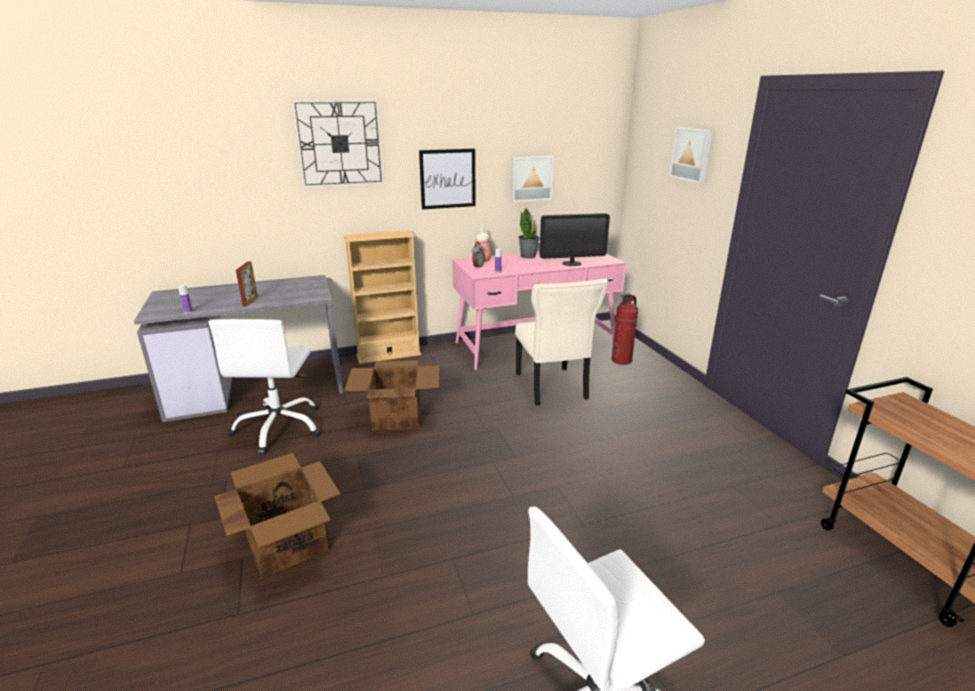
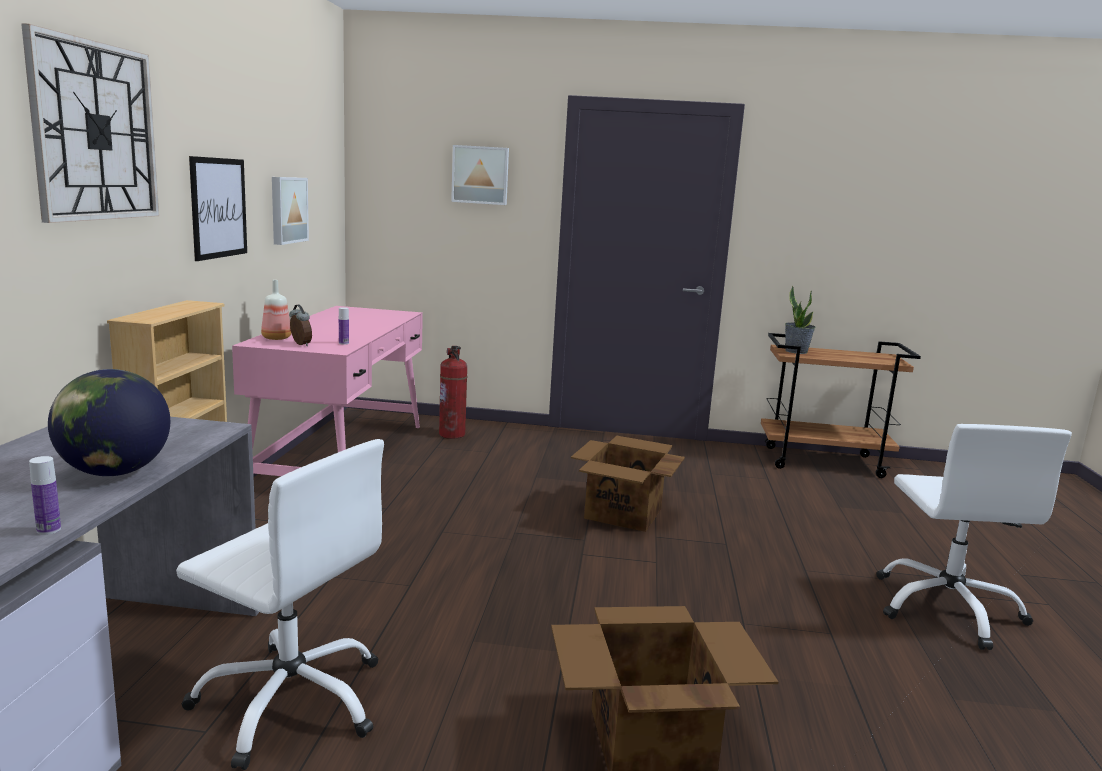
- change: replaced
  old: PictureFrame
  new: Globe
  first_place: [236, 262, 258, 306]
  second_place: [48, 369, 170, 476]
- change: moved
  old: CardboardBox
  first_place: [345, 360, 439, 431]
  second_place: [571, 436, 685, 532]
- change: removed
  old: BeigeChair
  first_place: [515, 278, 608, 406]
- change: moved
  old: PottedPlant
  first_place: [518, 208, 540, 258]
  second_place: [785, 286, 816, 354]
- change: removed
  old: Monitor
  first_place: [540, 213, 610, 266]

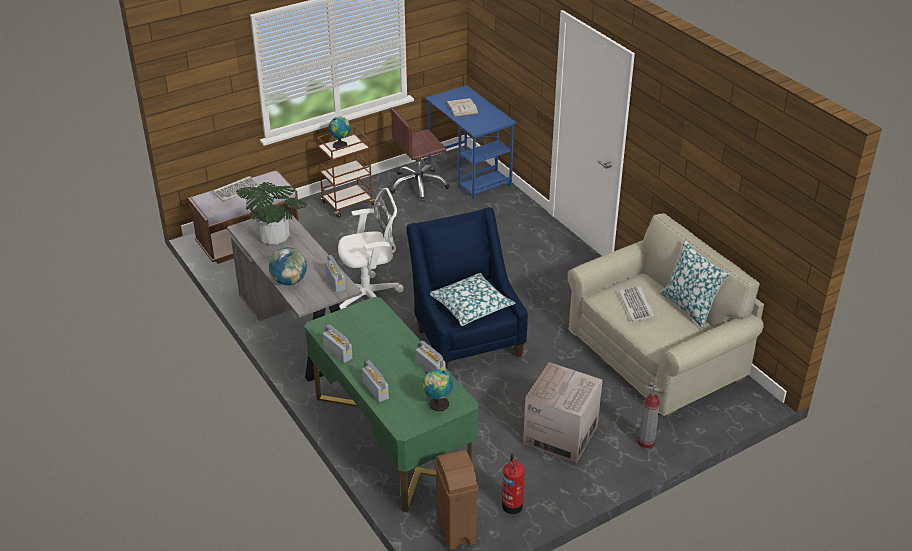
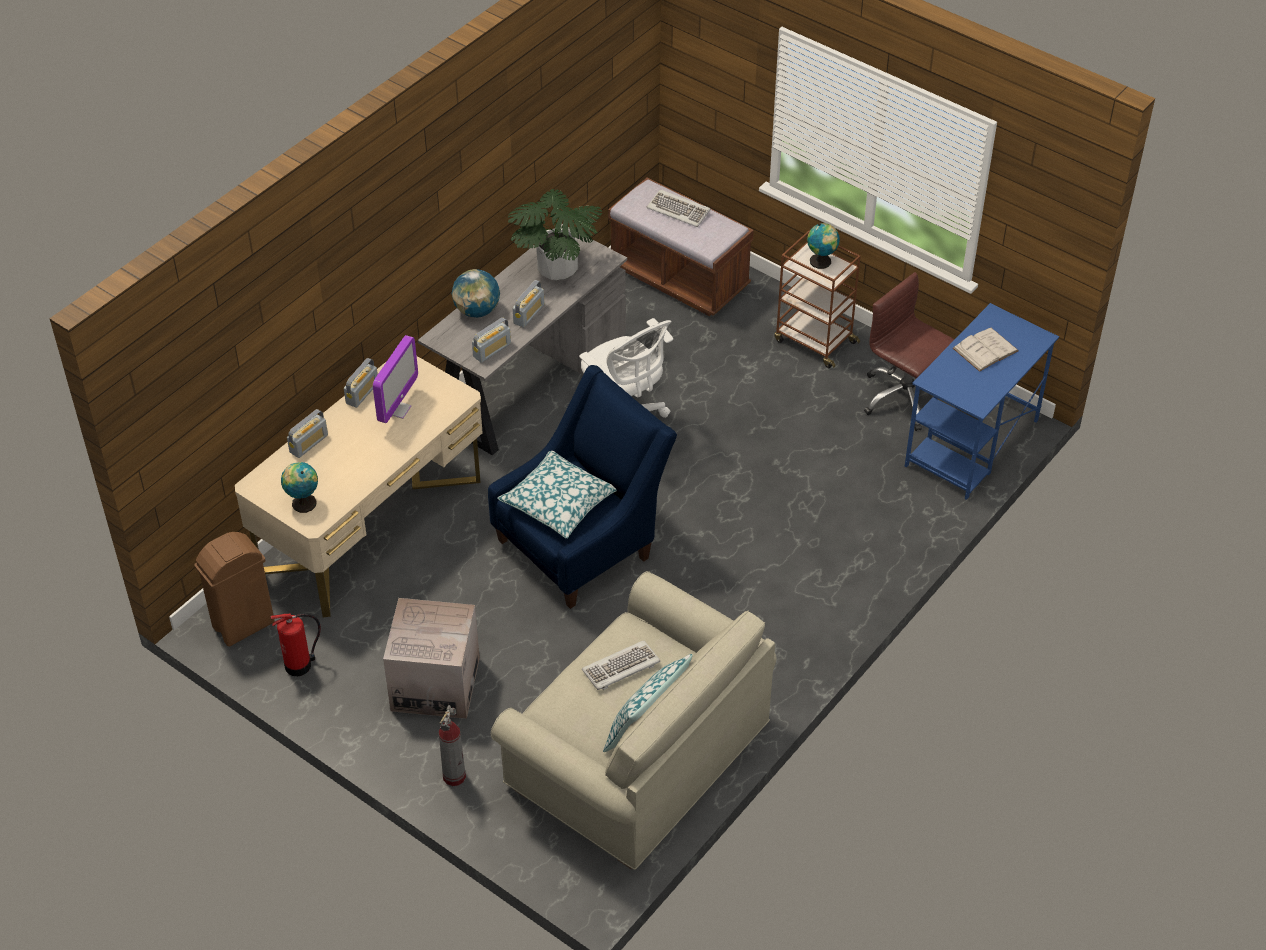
- change: recoloured
  old: GreenDesk
  new: BeigeDesk
  first_place: [305, 297, 479, 512]
  second_place: [235, 356, 483, 617]
- change: moved
  old: Radio
  first_place: [416, 341, 446, 373]
  second_place: [513, 280, 544, 328]
- change: added
  new: Monitor
  second_place: [373, 335, 418, 423]

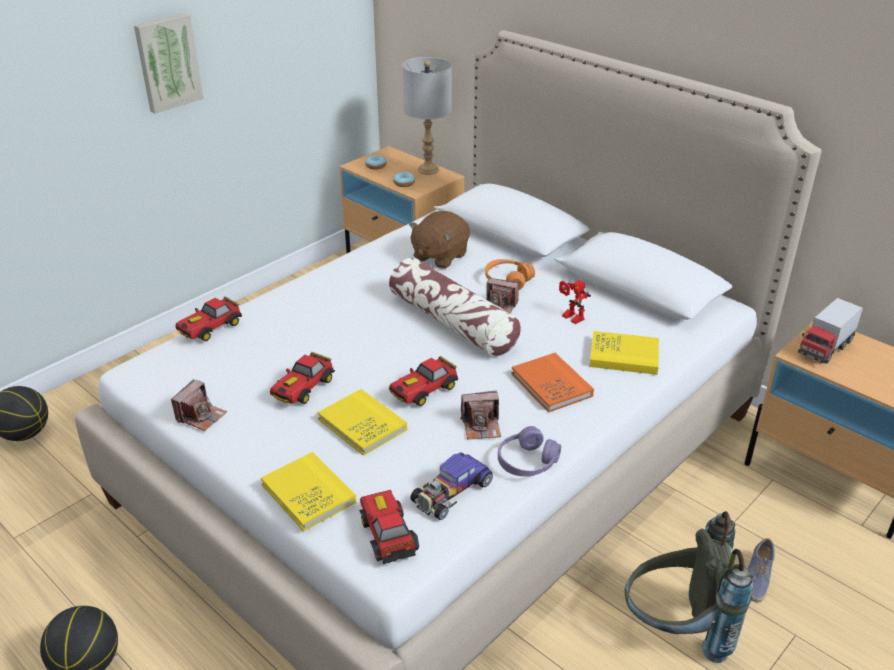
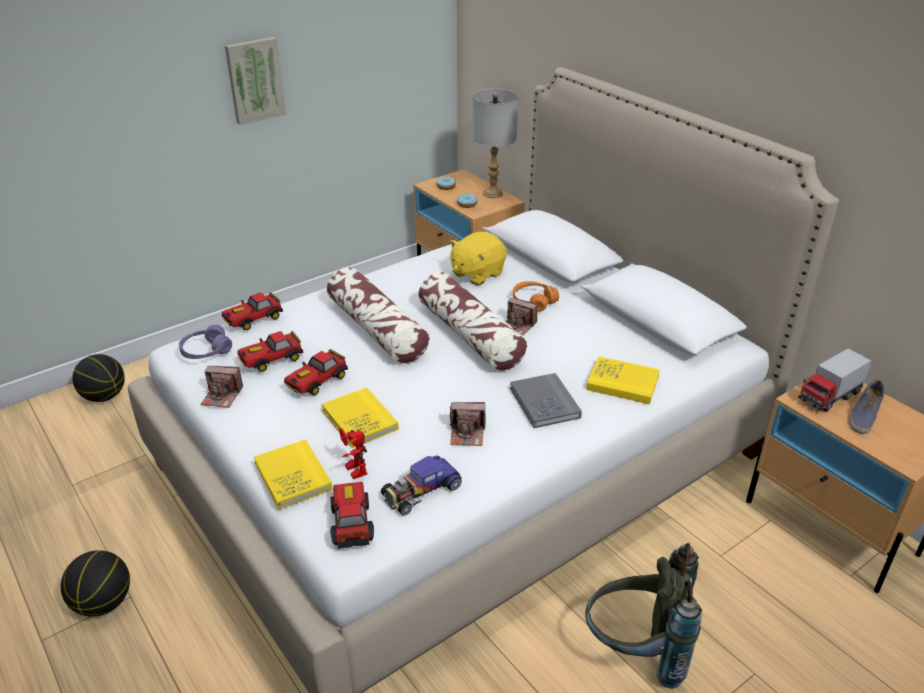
- change: turned
  old: PhotoCamera
  first_place: [171, 379, 227, 431]
  second_place: [201, 366, 243, 408]
  degrees: 60
- change: moved
  old: ToyCar
  first_place: [389, 356, 458, 406]
  second_place: [238, 331, 304, 372]
- change: recoloured
  old: BrownPlushToy
  new: YellowPlushToy
  first_place: [409, 211, 470, 269]
  second_place: [450, 232, 507, 285]
- change: moved
  old: PurpleHeadphones
  first_place: [498, 426, 561, 476]
  second_place: [179, 325, 232, 359]
- change: recoloured
  old: OrangeBook
  new: GreyBook
  first_place: [511, 353, 594, 413]
  second_place: [510, 373, 582, 428]
- change: moved
  old: ToyRobot
  first_place: [559, 280, 591, 324]
  second_place: [340, 428, 367, 479]
- change: moved
  old: Shoe
  first_place: [747, 538, 775, 602]
  second_place: [849, 380, 885, 434]
- change: added
  new: Pillow
  second_place: [327, 267, 430, 364]

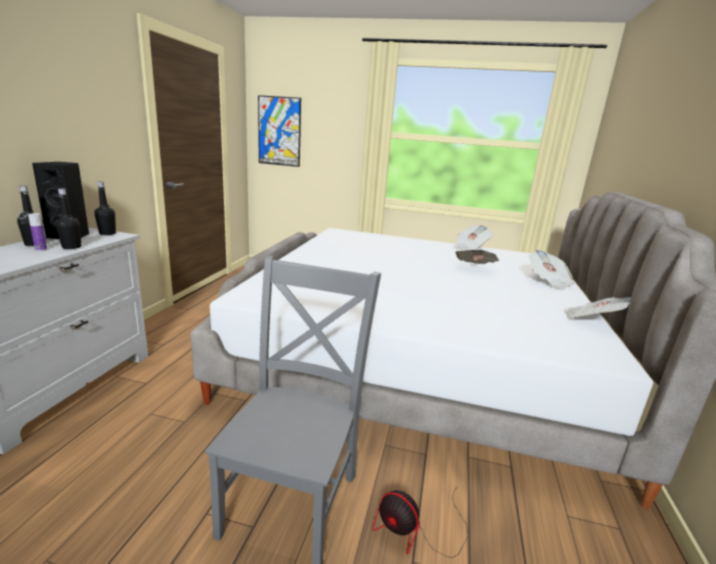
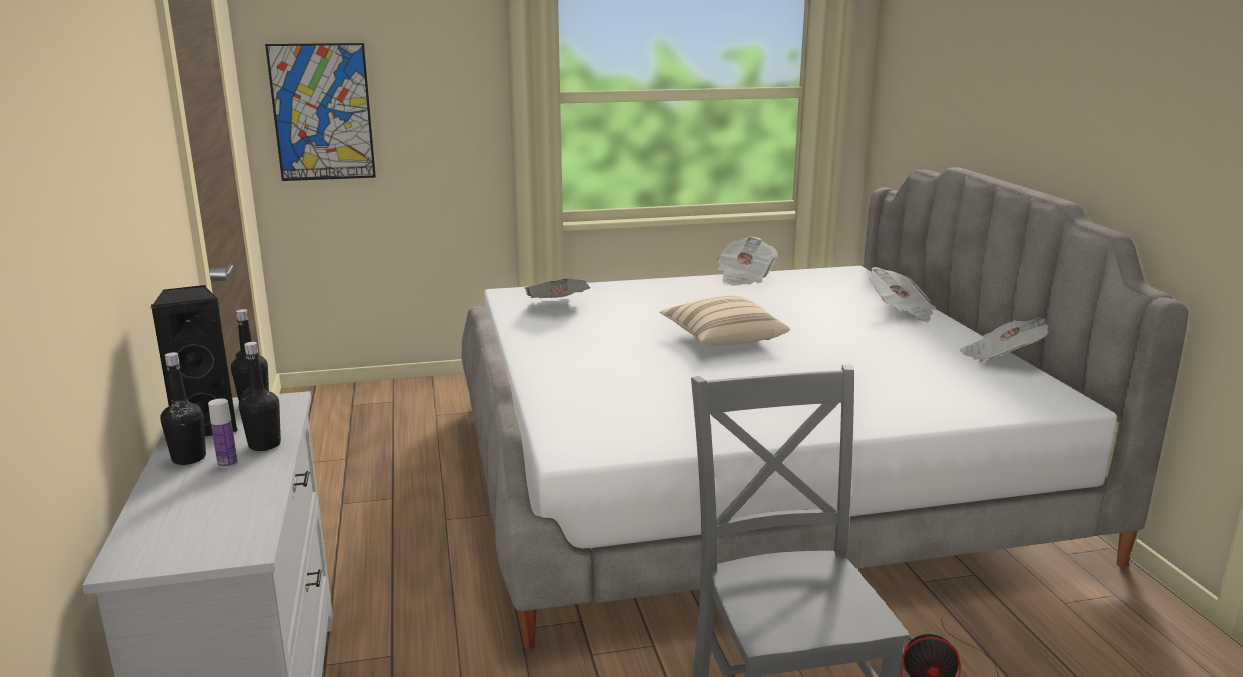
- change: moved
  old: Newspaper
  first_place: [455, 250, 499, 264]
  second_place: [525, 279, 590, 298]
- change: added
  new: BeigePillow
  second_place: [660, 296, 790, 346]

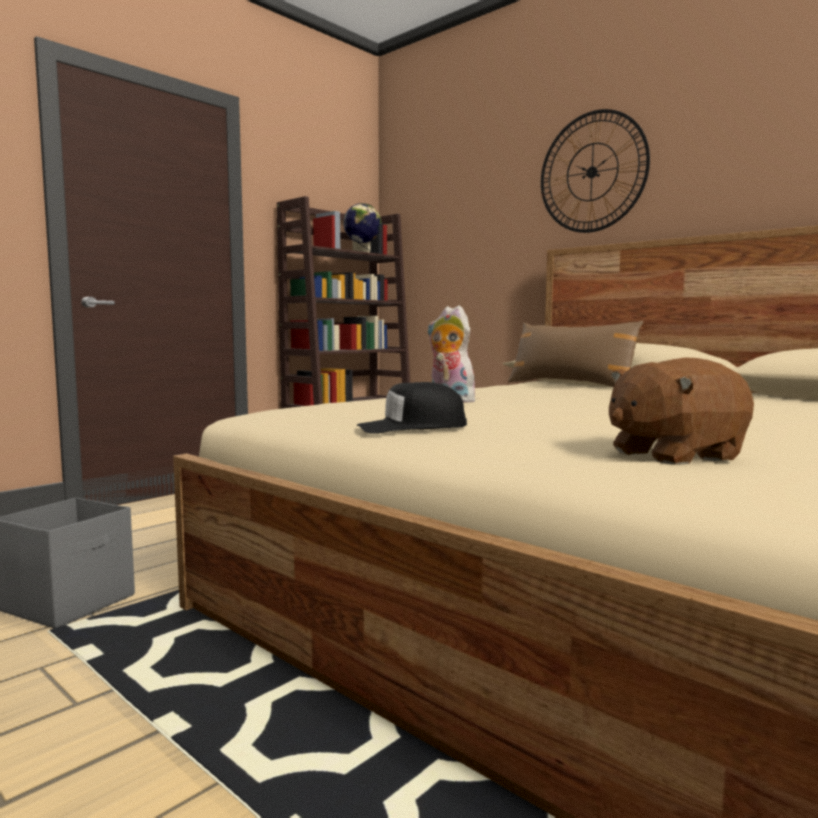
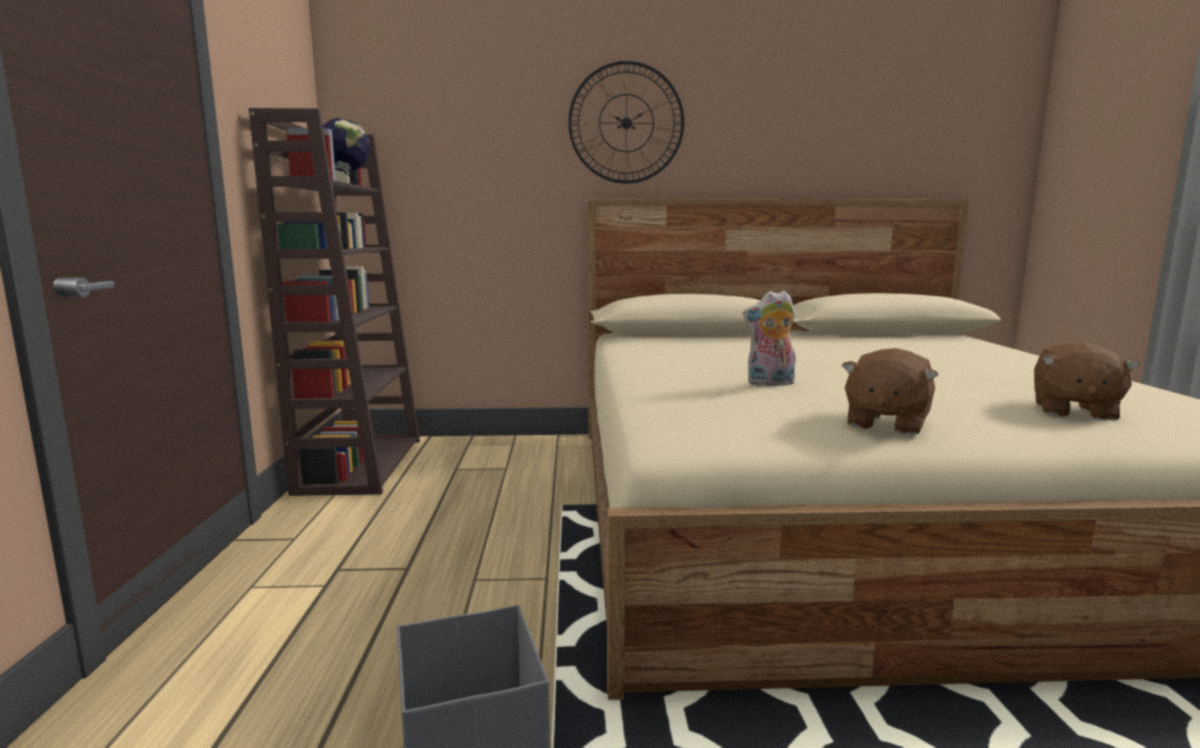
- change: replaced
  old: BlackCap
  new: BrownPlushToy
  first_place: [357, 382, 467, 434]
  second_place: [842, 348, 938, 435]
- change: removed
  old: BrownPillow
  first_place: [508, 321, 644, 387]

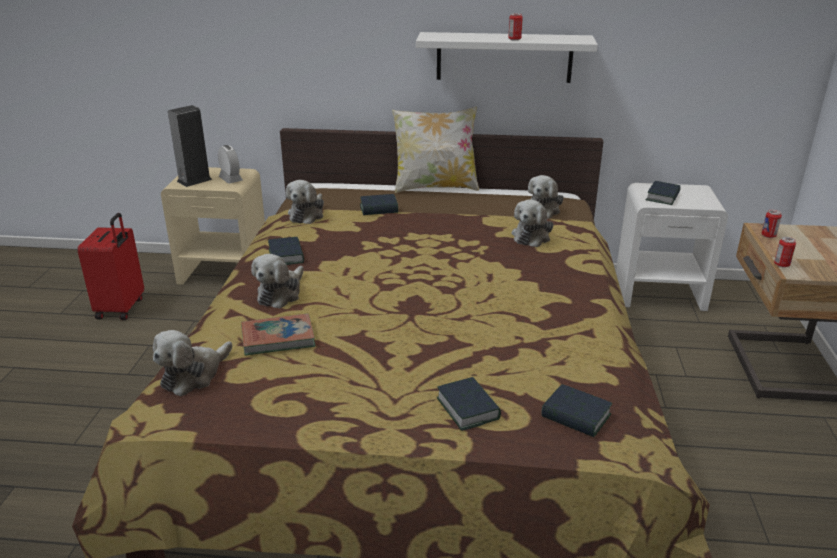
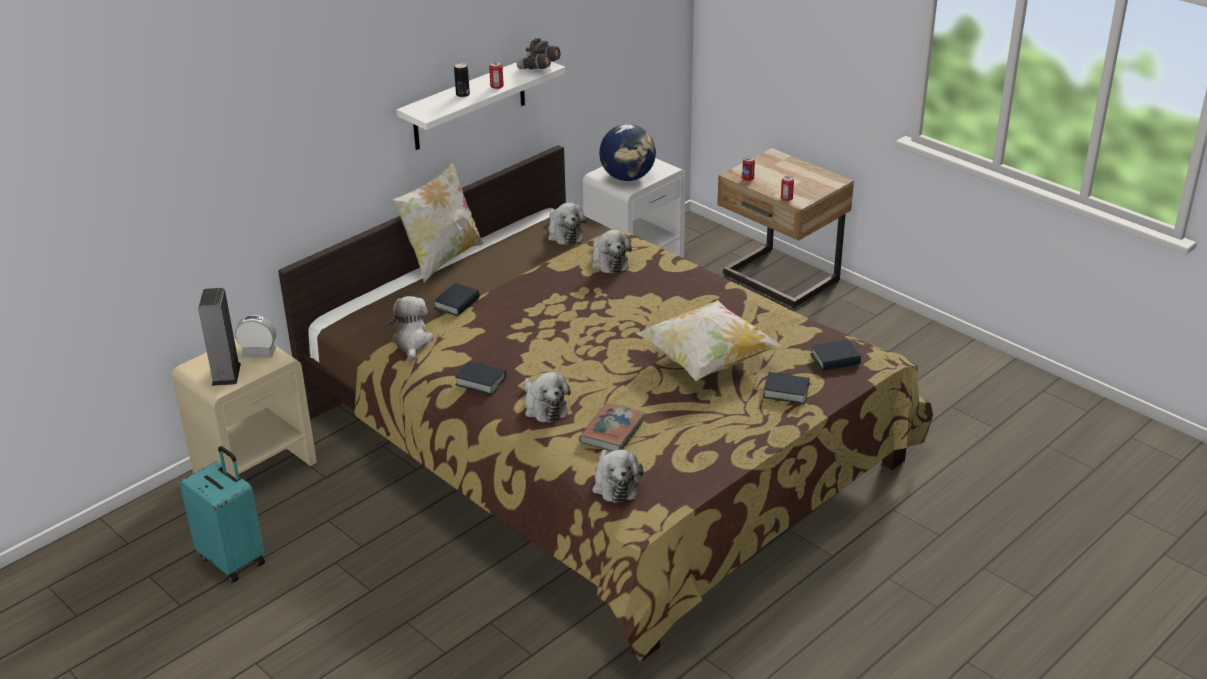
- change: recoloured
  old: RedSuitcase
  new: TurquoiseSuitcase
  first_place: [77, 213, 144, 320]
  second_place: [179, 446, 265, 583]
- change: turned
  old: PlushToy
  first_place: [286, 180, 324, 224]
  second_place: [388, 296, 434, 361]
  degrees: -150
- change: replaced
  old: Book
  new: Globe
  first_place: [646, 181, 681, 205]
  second_place: [599, 124, 656, 181]
- change: added
  new: Can
  second_place: [454, 63, 470, 97]
- change: added
  new: GreyBinoculars
  second_place: [517, 38, 561, 70]
- change: added
  new: Pillow
  second_place: [636, 300, 782, 381]

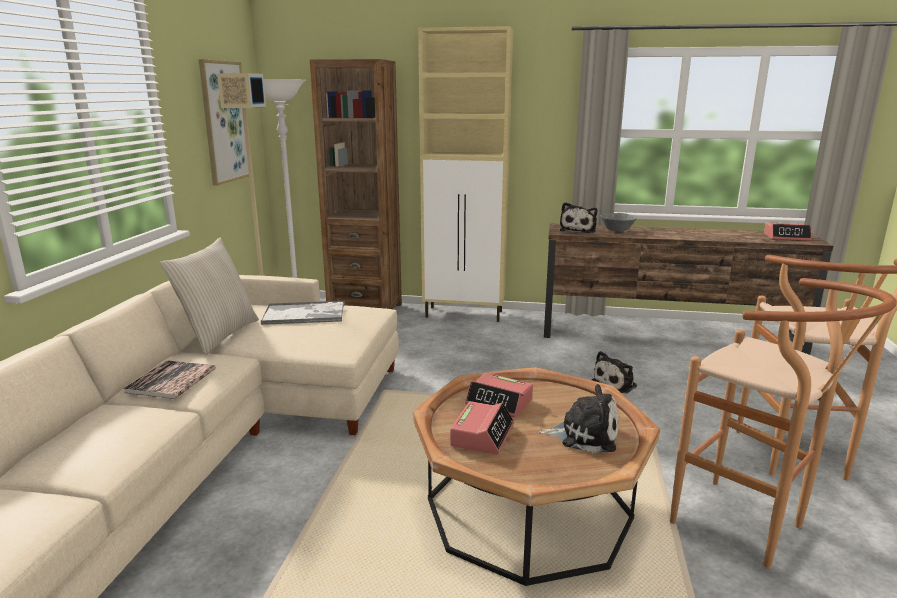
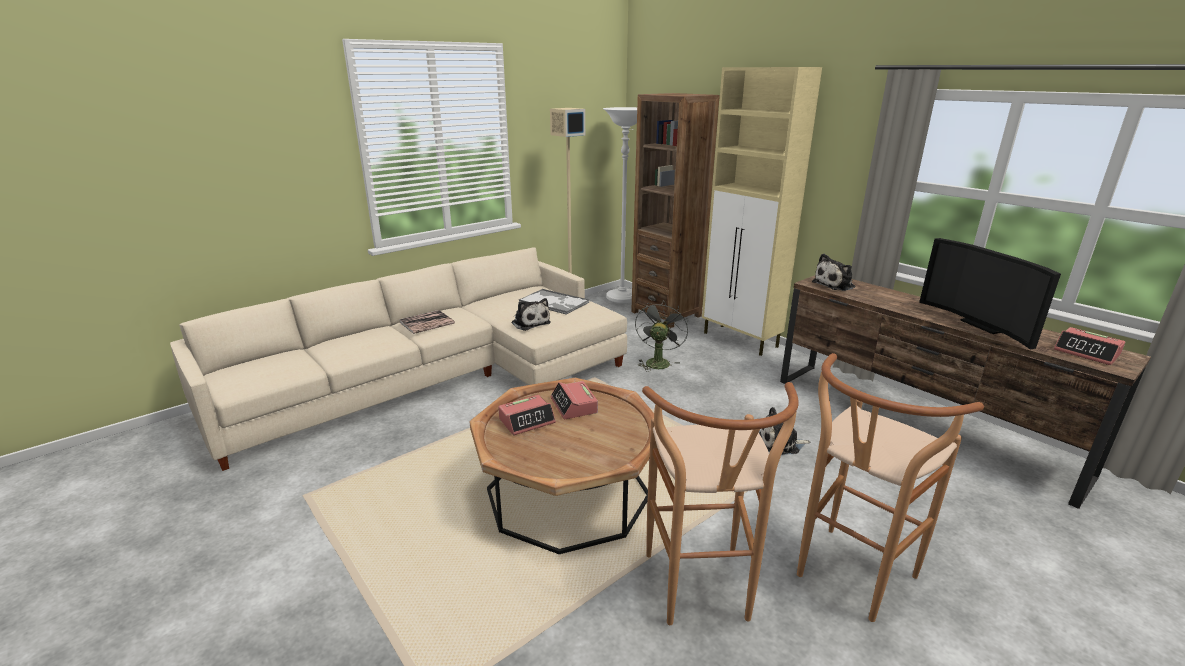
- change: removed
  old: BeigePillow
  first_place: [160, 238, 259, 355]
- change: removed
  old: Picture
  first_place: [199, 59, 249, 186]
- change: moved
  old: PlushToy
  first_place: [538, 384, 619, 453]
  second_place: [511, 298, 551, 331]
- change: removed
  old: GreyBowl
  first_place: [601, 213, 637, 231]
- change: added
  new: GreyFan
  second_place: [635, 303, 688, 372]
- change: added
  new: Television
  second_place: [919, 238, 1061, 350]

